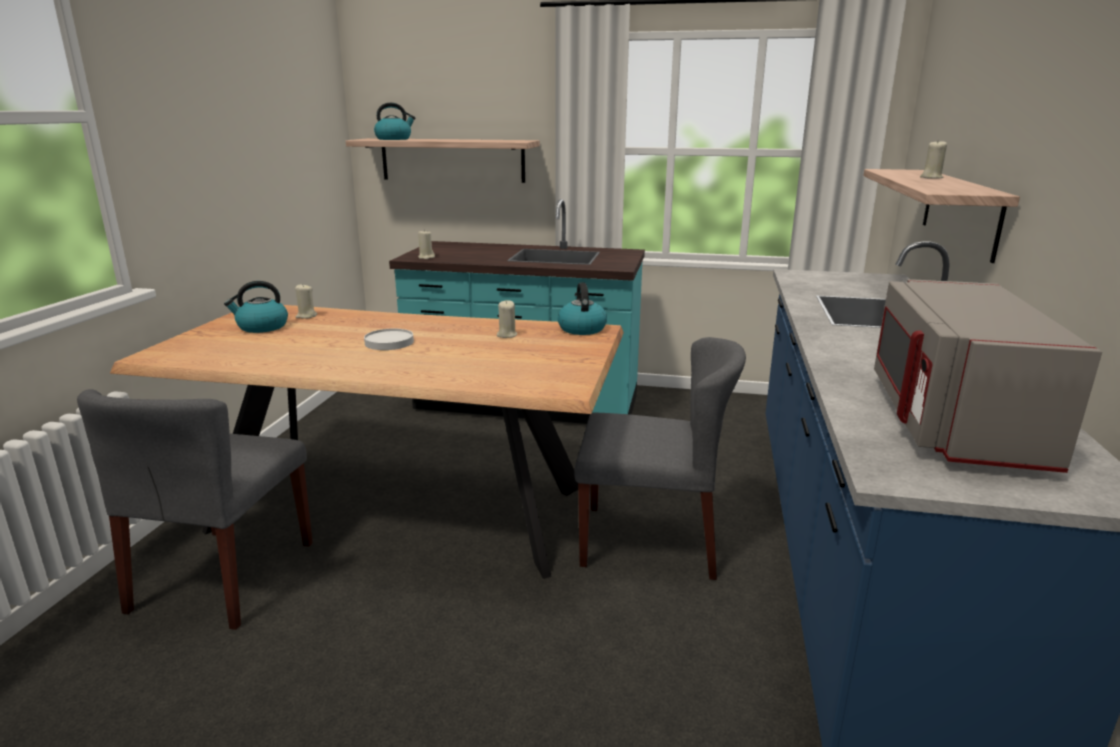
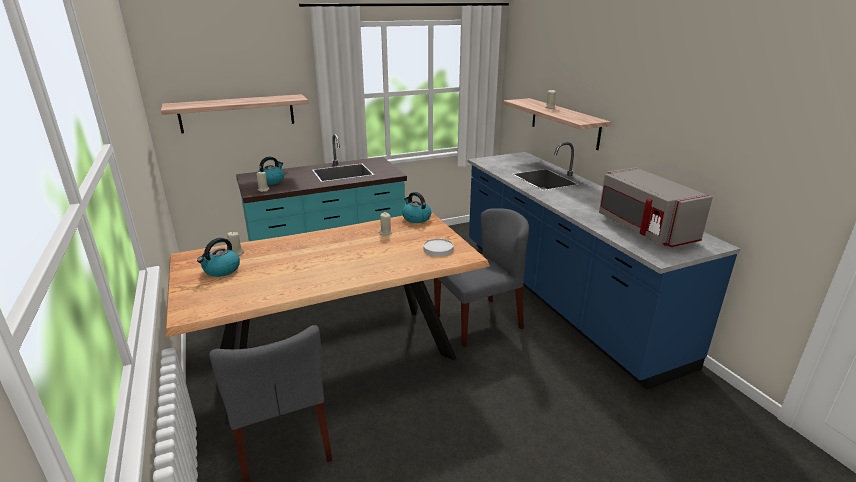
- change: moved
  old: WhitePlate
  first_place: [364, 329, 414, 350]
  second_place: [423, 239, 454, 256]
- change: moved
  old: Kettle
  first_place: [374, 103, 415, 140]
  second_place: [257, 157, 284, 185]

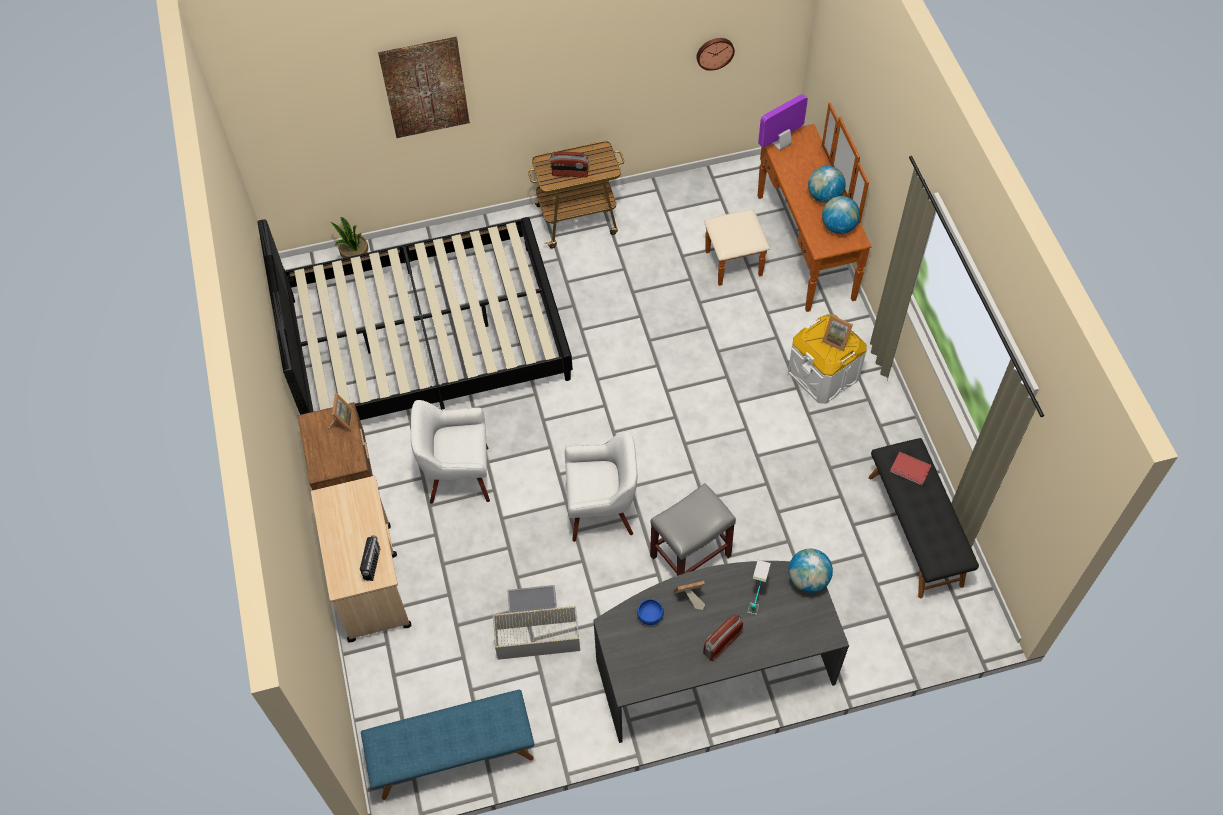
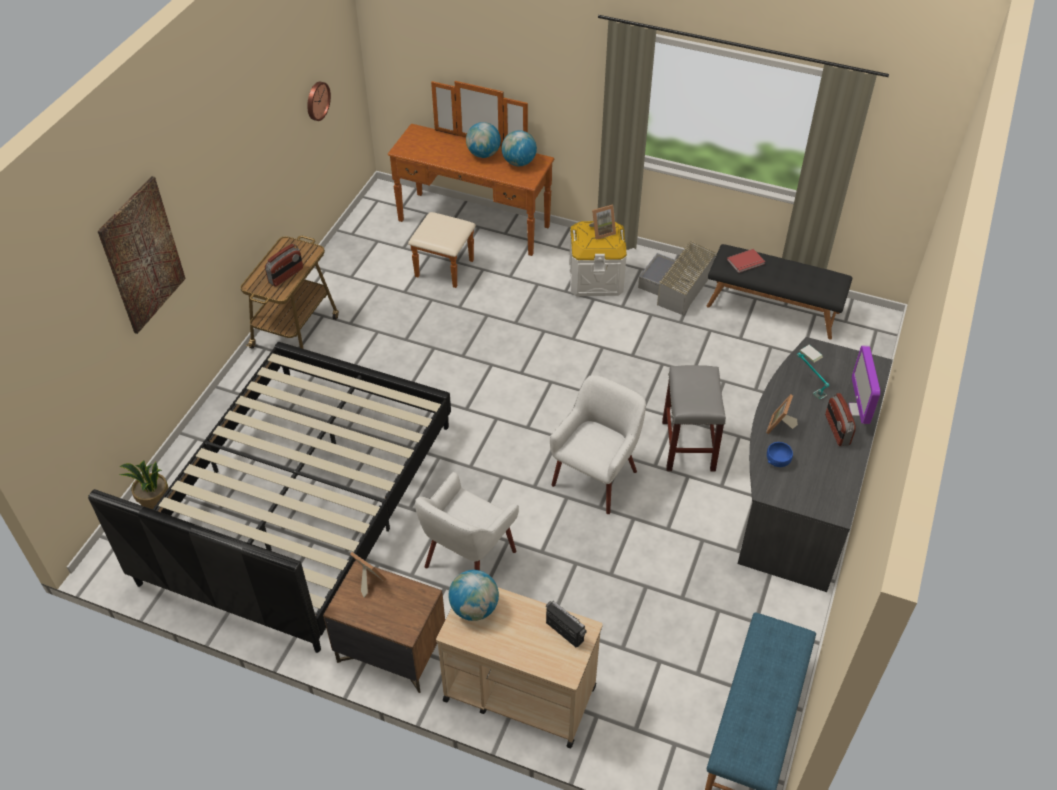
- change: moved
  old: GreyStorageBox
  first_place: [493, 585, 580, 660]
  second_place: [638, 241, 716, 315]
- change: moved
  old: Monitor
  first_place: [758, 94, 808, 150]
  second_place: [849, 346, 880, 424]
- change: moved
  old: Globe
  first_place: [788, 549, 833, 593]
  second_place: [449, 570, 499, 621]

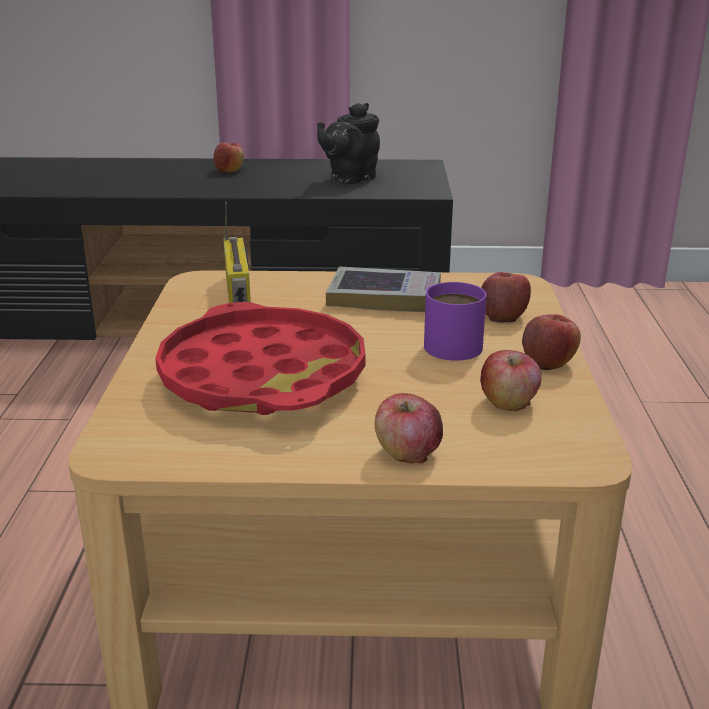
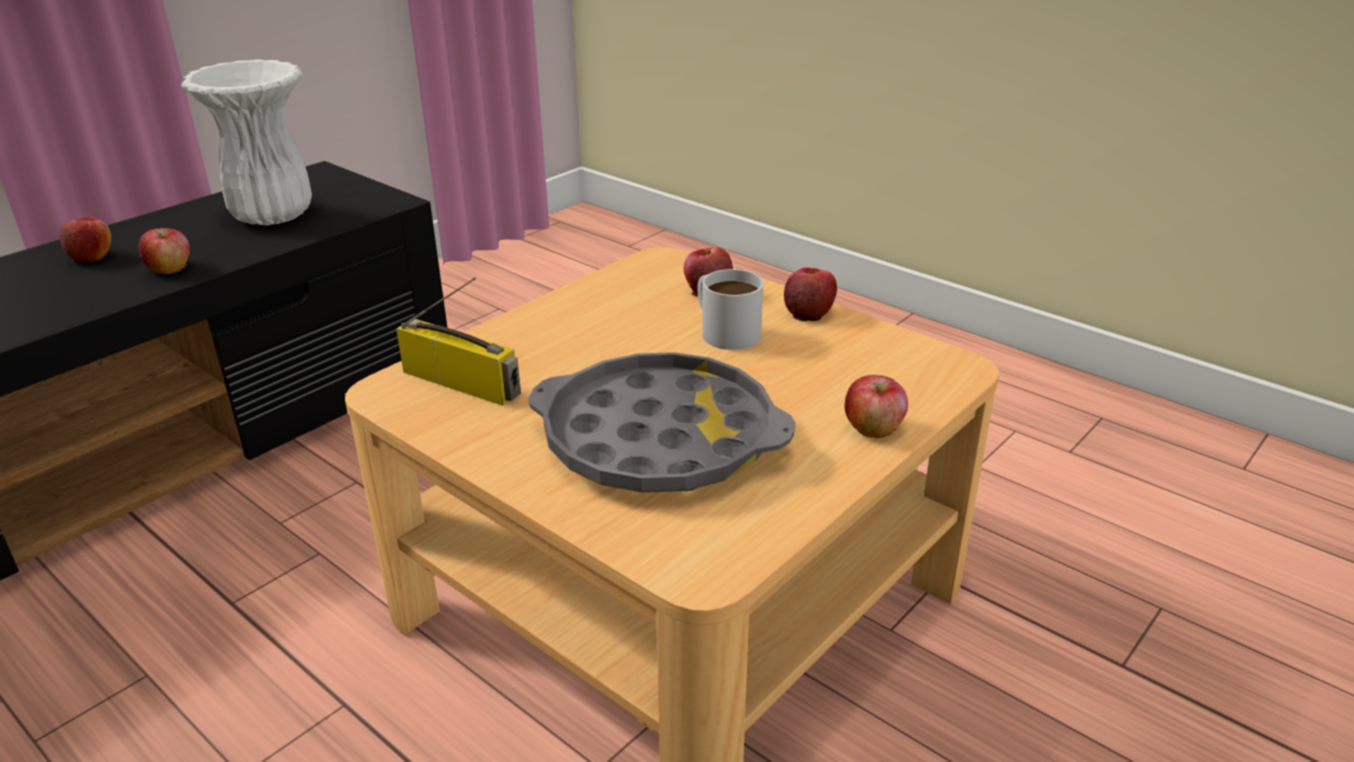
- change: recoloured
  old: RedTray
  new: GreyTray
  first_place: [155, 302, 366, 415]
  second_place: [529, 352, 796, 492]
- change: replaced
  old: BlackTeapot
  new: WhiteVase
  first_place: [317, 103, 380, 184]
  second_place: [181, 60, 312, 225]
- change: removed
  old: Book
  first_place: [326, 266, 441, 312]
- change: recoloured
  old: PurpleMug
  new: WhiteMug
  first_place: [424, 282, 487, 361]
  second_place: [698, 269, 763, 350]
- change: moved
  old: Apple
  first_place: [480, 350, 542, 411]
  second_place: [139, 228, 190, 274]

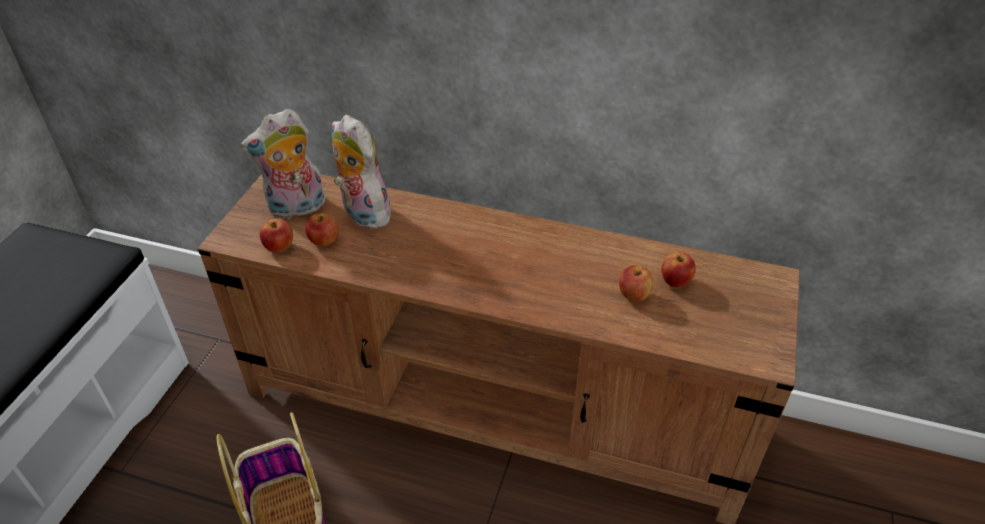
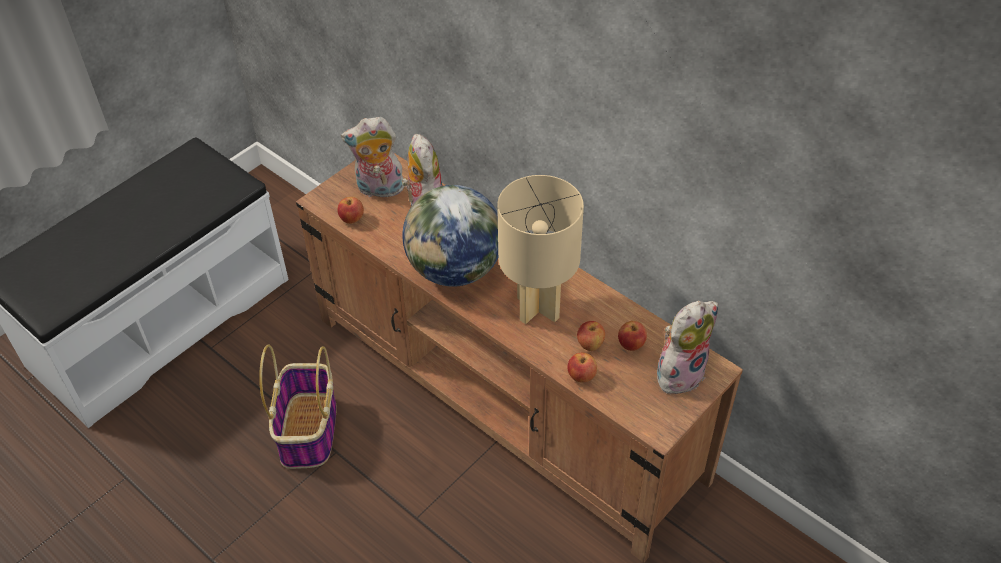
- change: moved
  old: Apple
  first_place: [305, 213, 339, 246]
  second_place: [567, 352, 597, 383]
- change: added
  new: Globe
  second_place: [402, 185, 498, 287]
- change: added
  new: BeigeTableLamp
  second_place: [497, 175, 584, 324]
- change: added
  new: PlushToy
  second_place: [657, 301, 718, 397]

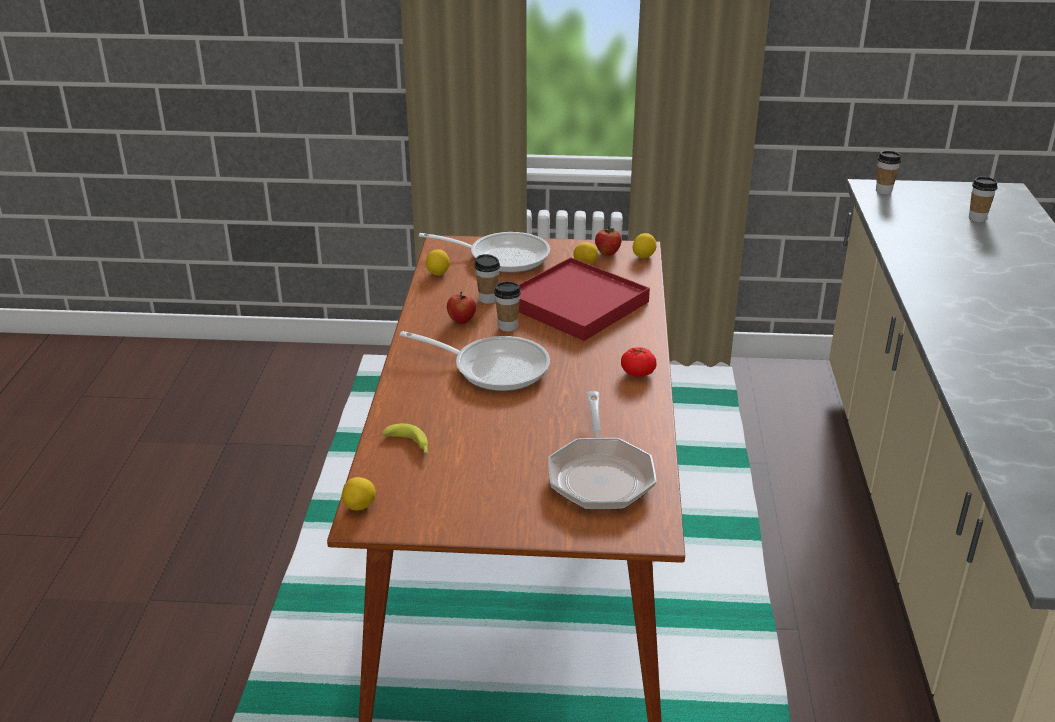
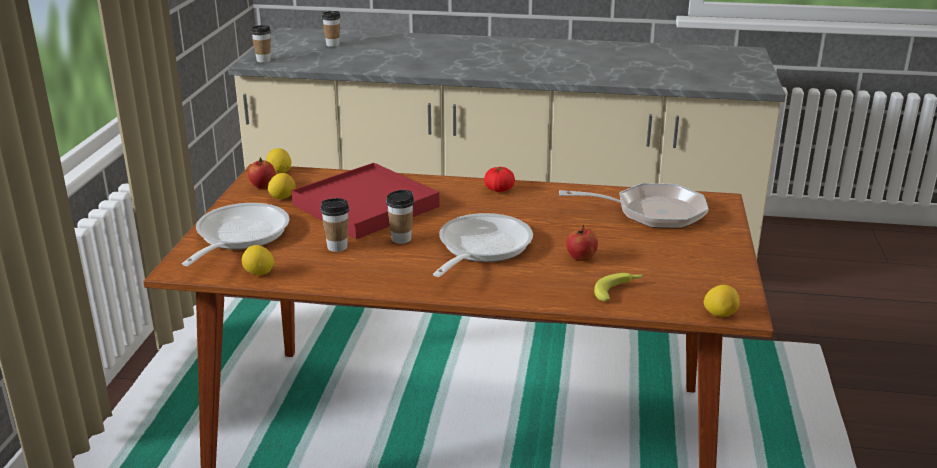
- change: moved
  old: Apple
  first_place: [447, 292, 476, 324]
  second_place: [566, 225, 598, 261]

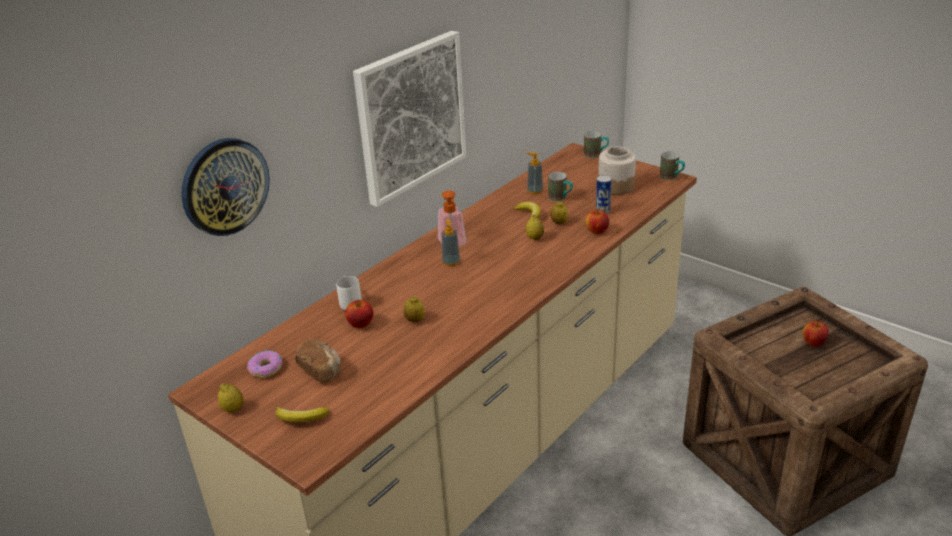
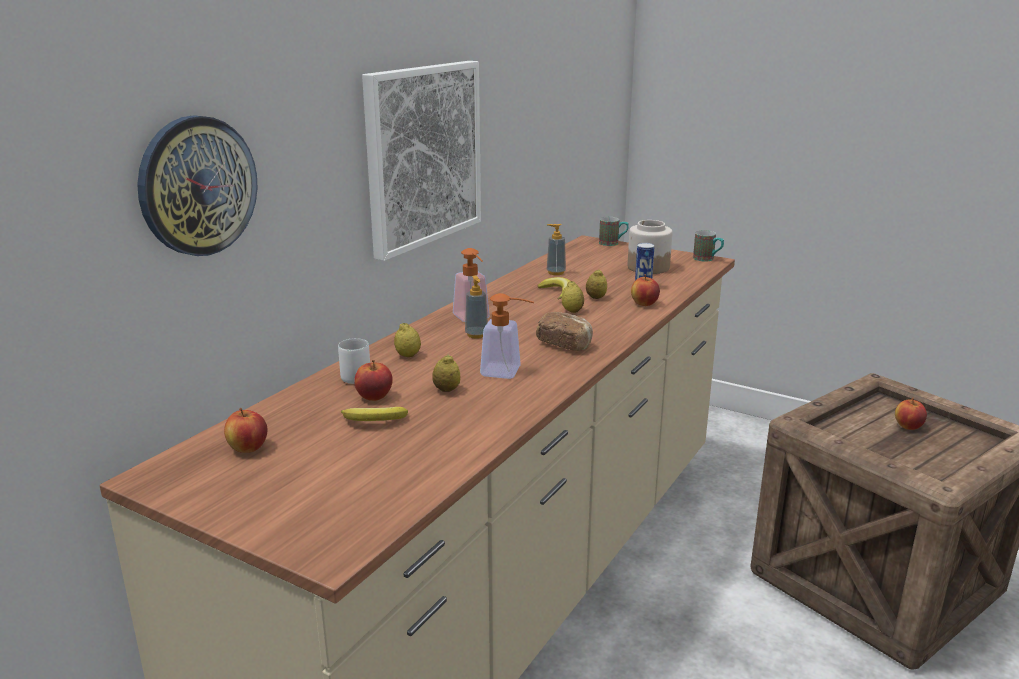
- change: moved
  old: Lemon
  first_place: [218, 383, 243, 412]
  second_place: [394, 323, 421, 357]
- change: replaced
  old: Donut
  new: Apple
  first_place: [247, 350, 283, 377]
  second_place: [224, 408, 267, 453]
- change: moved
  old: Banana
  first_place: [276, 406, 329, 422]
  second_place: [341, 407, 408, 421]
- change: moved
  old: Bread
  first_place: [294, 339, 341, 382]
  second_place: [536, 312, 593, 351]
- change: removed
  old: Mug
  first_place: [548, 172, 573, 201]
- change: added
  new: SoapDispenser
  second_place: [480, 293, 534, 379]

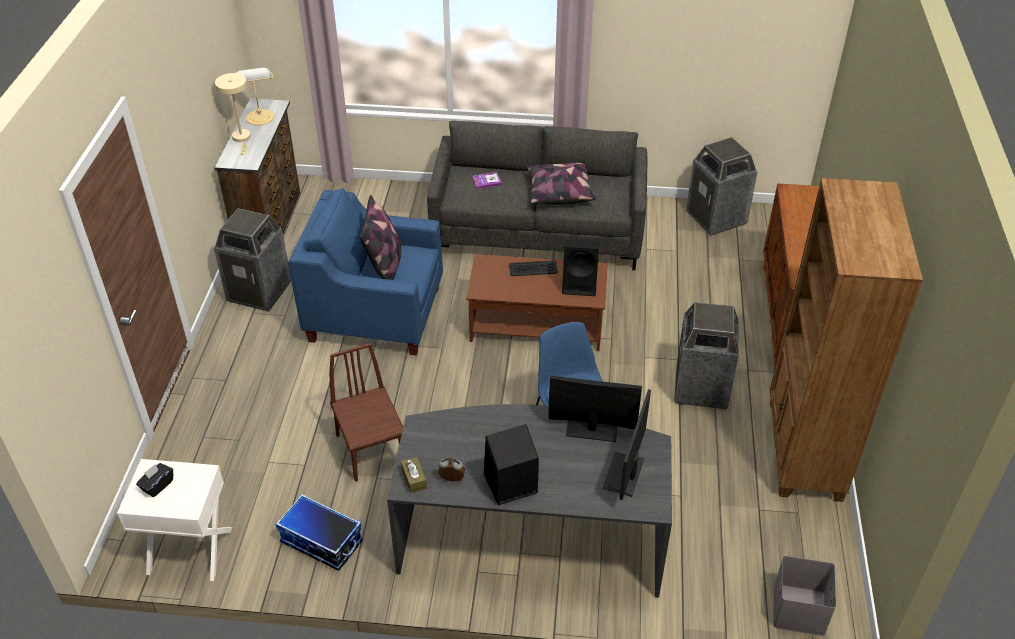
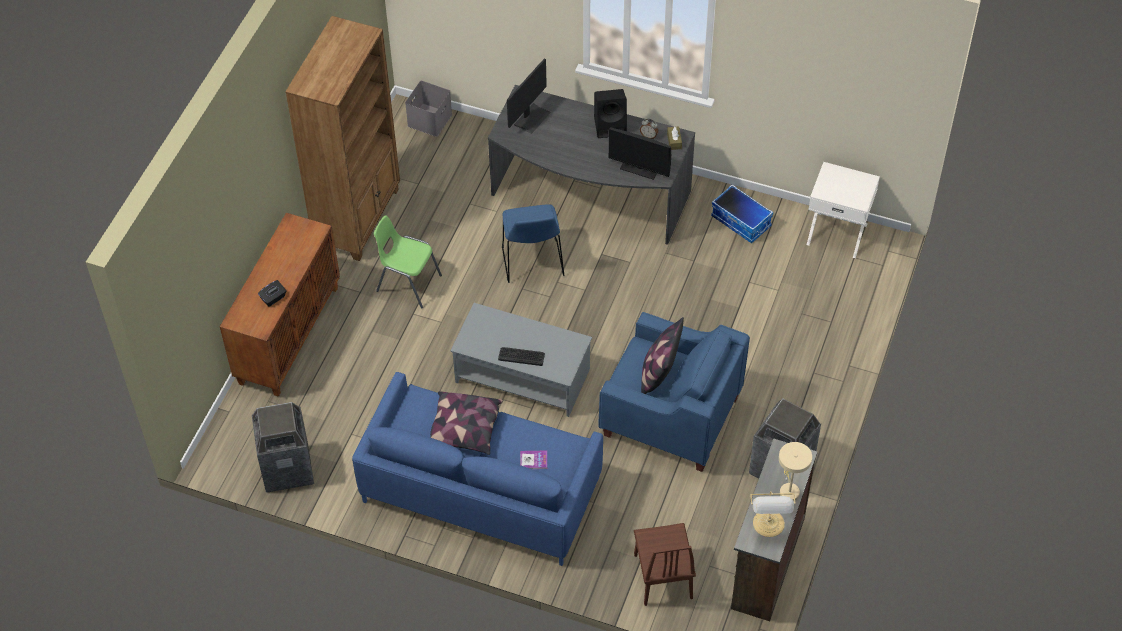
- change: moved
  old: BlackTissueBox
  first_place: [136, 463, 173, 497]
  second_place: [258, 280, 286, 307]
- change: moved
  old: BrownChair
  first_place: [329, 343, 403, 482]
  second_place: [634, 523, 696, 606]
- change: recoloured
  old: GreySofa
  new: BlueSofa
  first_place: [427, 121, 647, 270]
  second_place: [352, 372, 603, 566]
- change: recoloured
  old: BrownCoffeeTable
  new: GreyCoffeeTable
  first_place: [466, 254, 608, 351]
  second_place: [450, 303, 592, 417]
- change: moved
  old: Monitor
  first_place: [549, 376, 642, 442]
  second_place: [609, 127, 671, 180]
- change: removed
  old: BlackSpeaker
  first_place: [562, 240, 599, 296]
- change: replaced
  old: TrashCan
  new: GreenChair
  first_place: [674, 302, 739, 409]
  second_place: [374, 215, 442, 309]

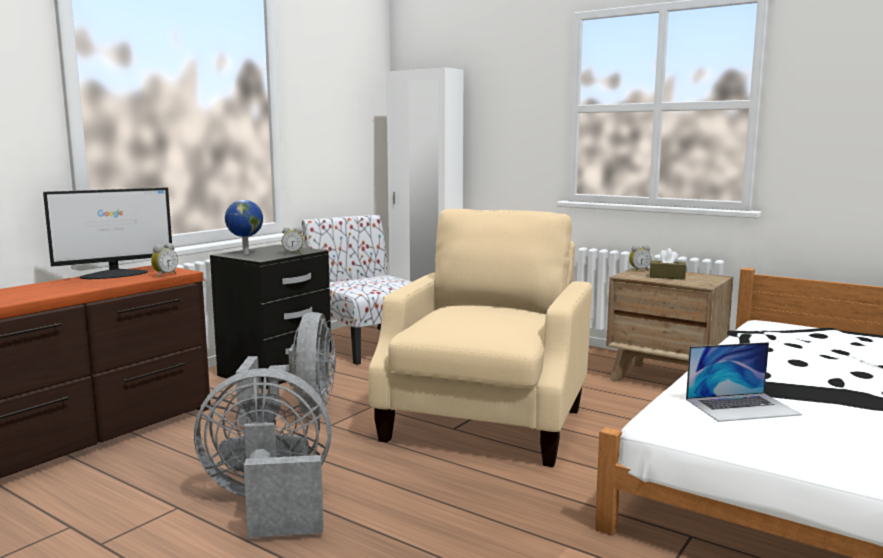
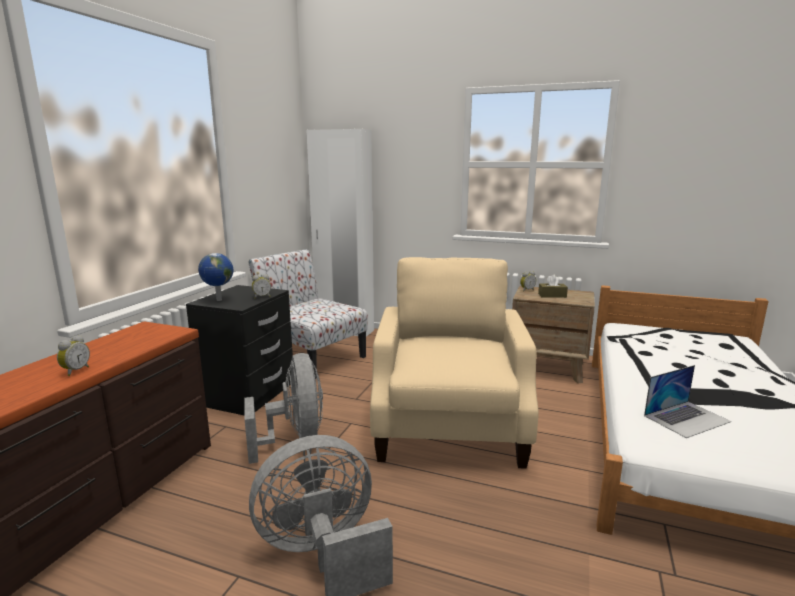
- change: removed
  old: Monitor
  first_place: [43, 187, 172, 279]
- change: moved
  old: AlarmClock
  first_place: [151, 243, 178, 277]
  second_place: [57, 335, 90, 376]

